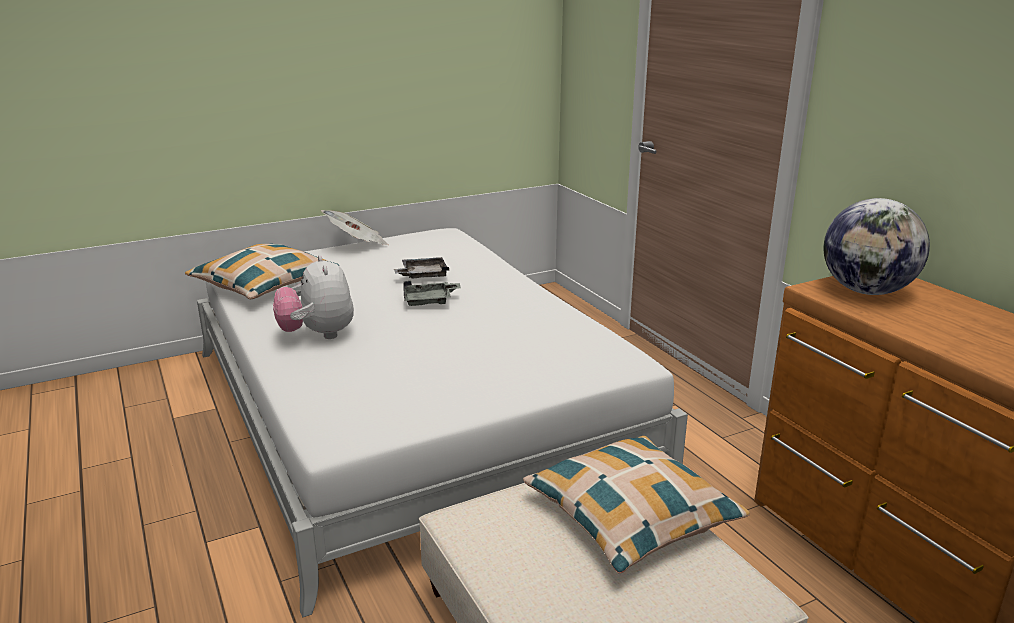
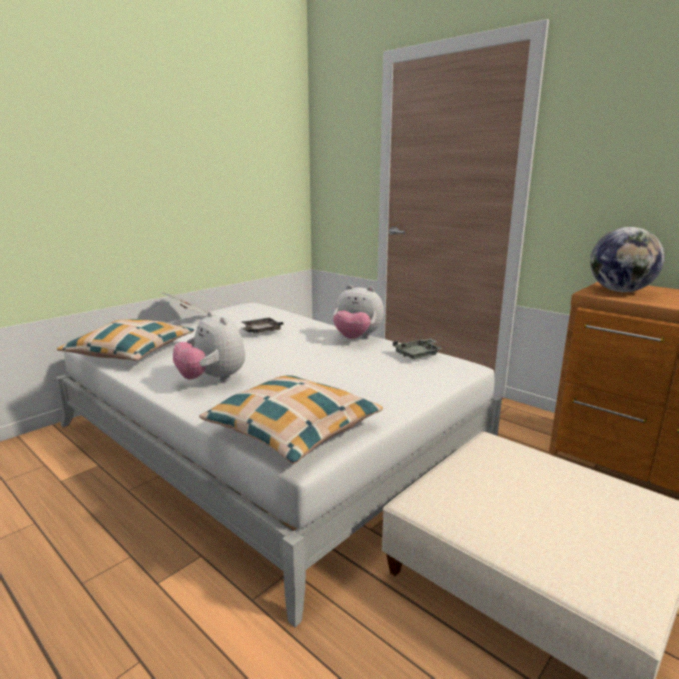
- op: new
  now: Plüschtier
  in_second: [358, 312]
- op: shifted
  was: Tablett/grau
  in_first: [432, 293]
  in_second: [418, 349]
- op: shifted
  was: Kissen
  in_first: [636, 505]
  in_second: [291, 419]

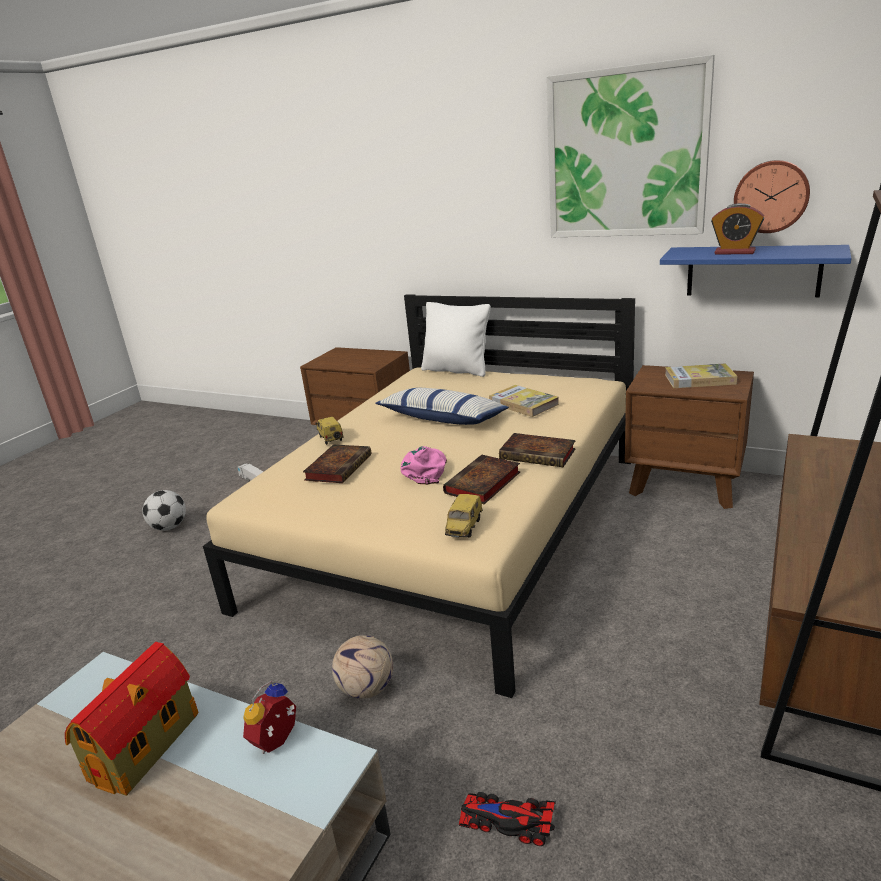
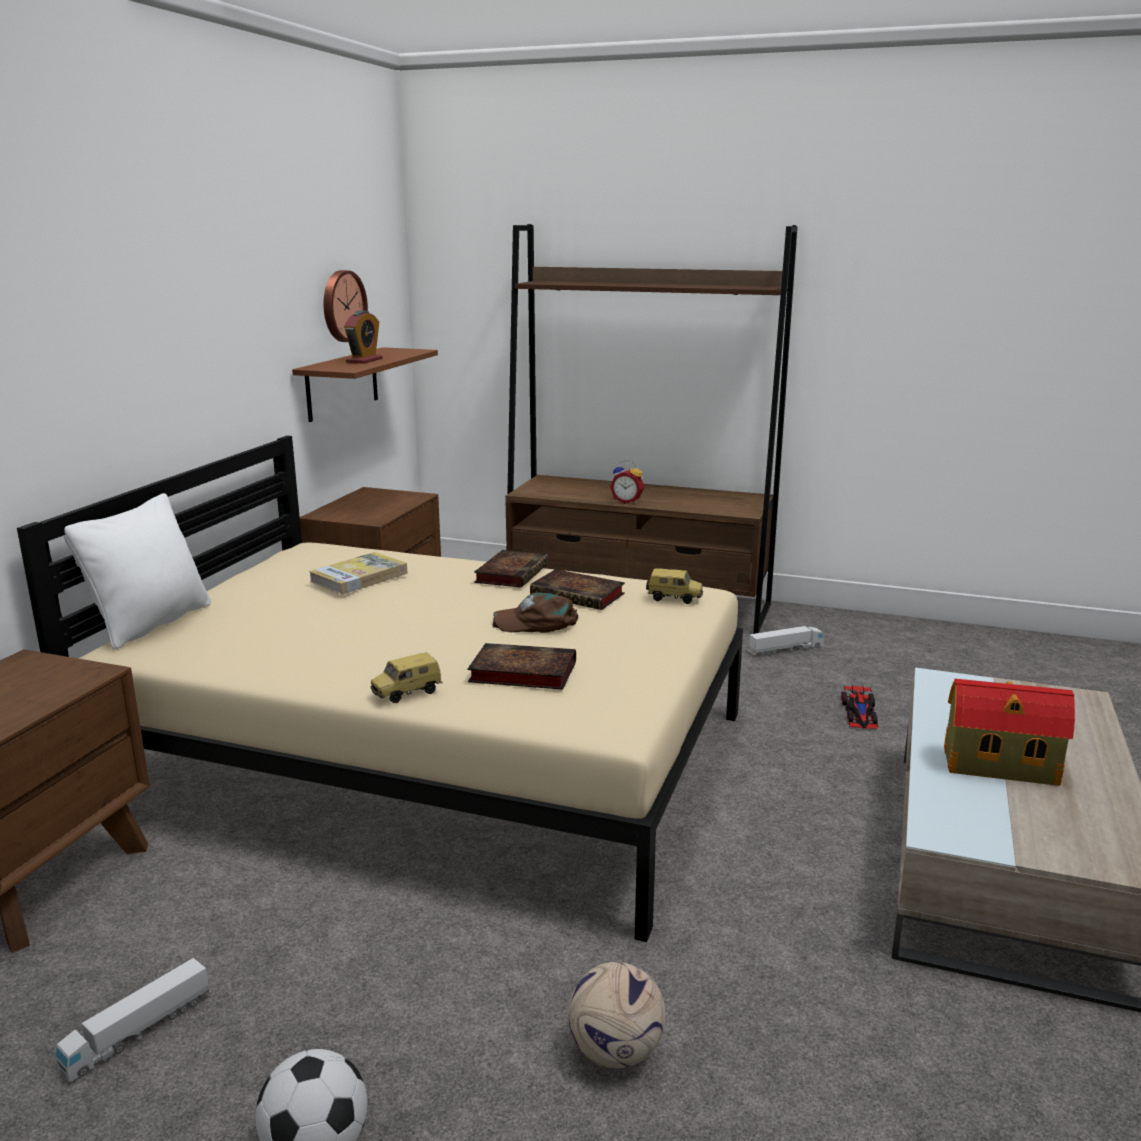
- op: gone
  was: Kissen
  in_first: [442, 406]
- op: gone
  was: Bild
  in_first: [630, 146]
- op: gone
  was: Buch
  in_first: [701, 375]
- op: new
  now: Spielzeuglaster
  in_second: [786, 641]
- op: shifted
  was: Wecker
  in_first: [269, 717]
  in_second: [627, 482]
- op: shifted
  was: Fußball
  in_first: [362, 667]
  in_second: [617, 1015]
- op: repainted
  was: Kappe/rosa
  now: Kappe/braun
  in_first: [424, 465]
  in_second: [535, 612]
- op: repainted
  was: Wandregal/blau
  now: Wandregal/braun
  in_first: [755, 271]
  in_second: [365, 384]

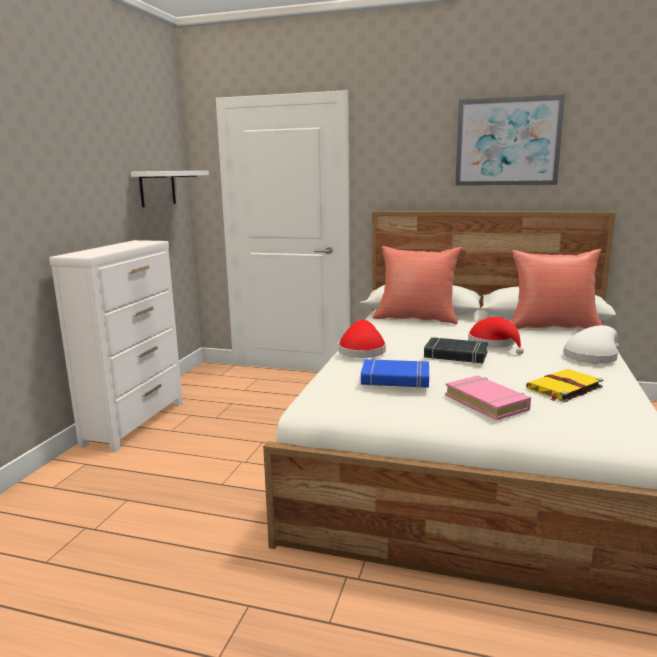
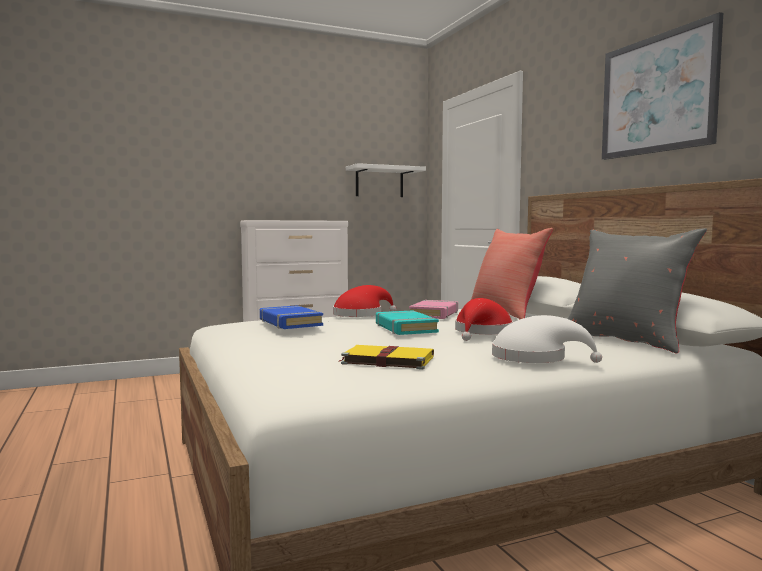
- op: shifted
  was: Buch/rosa
  in_first: [488, 398]
  in_second: [433, 309]
- op: repainted
  was: Buch/schwarz
  now: Buch/türkis
  in_first: [456, 350]
  in_second: [407, 322]
- op: repainted
  was: Kissen/rot
  now: Kissen/grau
  in_first: [557, 289]
  in_second: [637, 291]

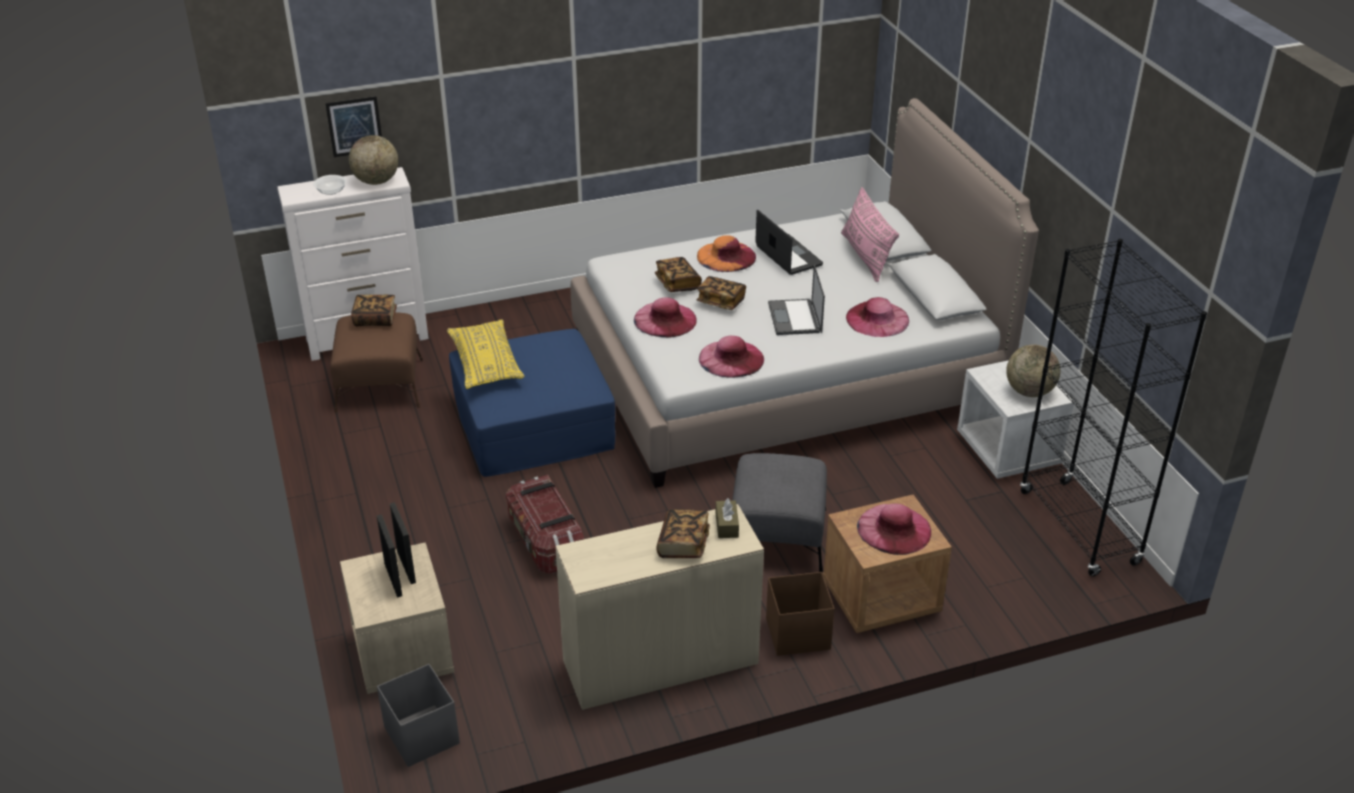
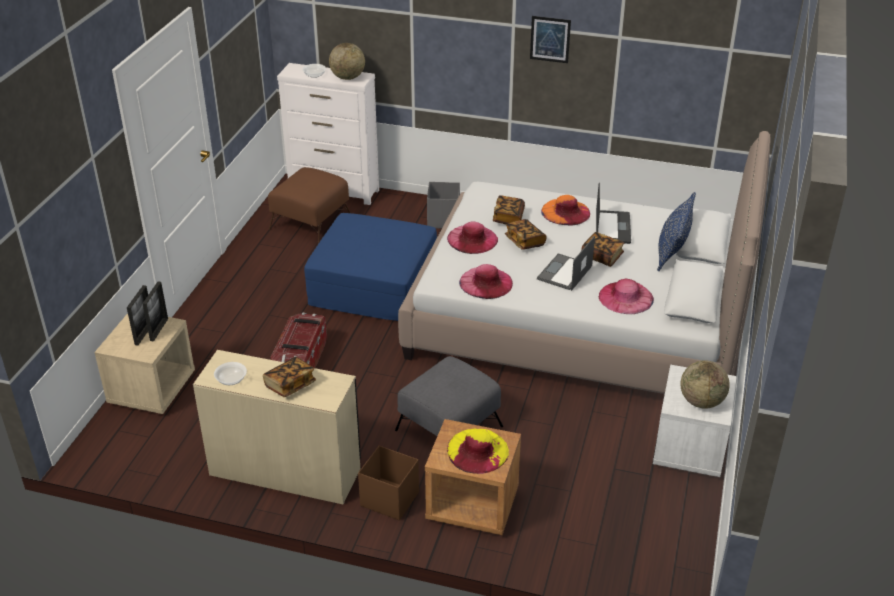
- op: gone
  was: Kissen/gelb
  in_first: [485, 354]
- op: gone
  was: Taschentuchbox/braun
  in_first: [727, 518]
- op: gone
  was: Bücherregal/schwarz
  in_first: [1113, 407]
- op: new
  now: Schüssel
  in_second: [230, 373]
- op: shifted
  was: Bild
  in_first: [353, 126]
  in_second: [550, 39]
- op: shifted
  was: Buch
  in_first: [374, 310]
  in_second: [602, 249]
- op: shifted
  was: Aufbewahrungsbox/grau
  in_first: [418, 715]
  in_second: [443, 205]
- op: repainted
  was: Kissen/rosa
  now: Kissen/blau
  in_first: [870, 234]
  in_second: [676, 231]
- op: repainted
  was: Hut/rosa
  now: Hut/gelb
  in_first: [894, 529]
  in_second: [478, 451]

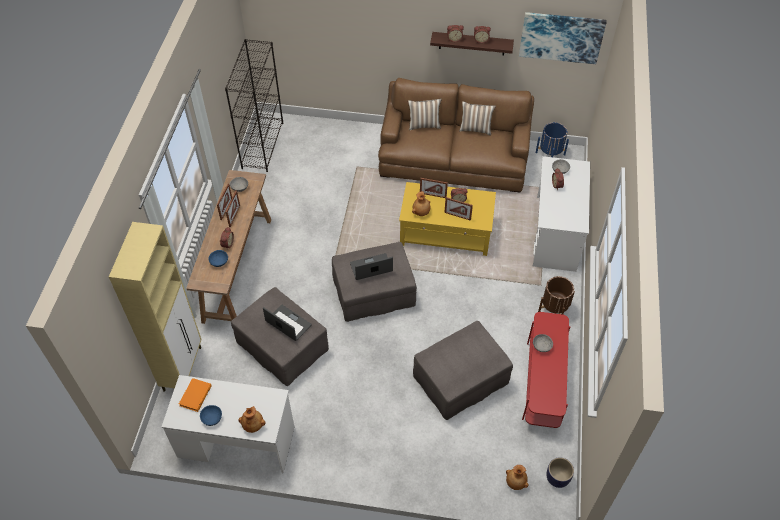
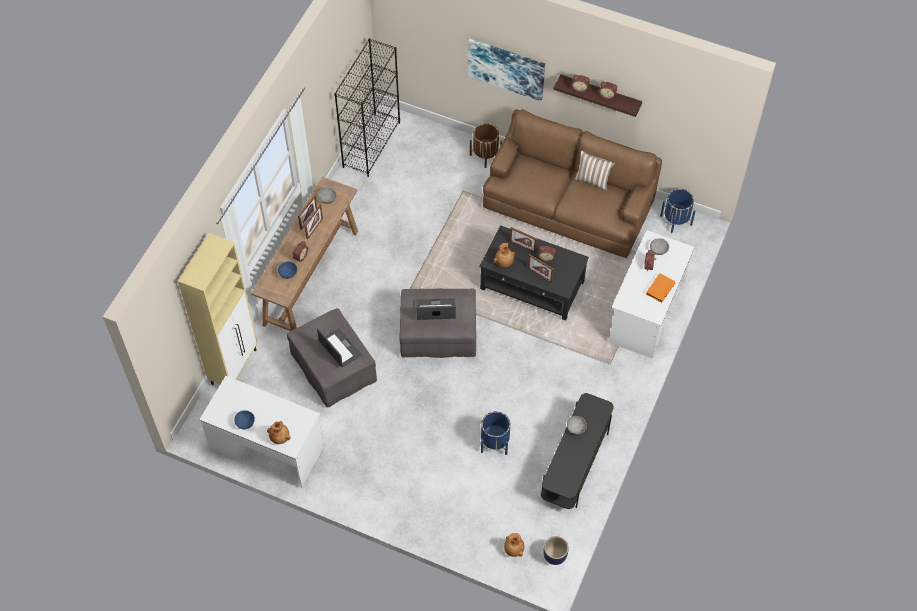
- op: gone
  was: Kissen
  in_first: [425, 114]
- op: shifted
  was: Buch/orange
  in_first: [195, 395]
  in_second: [661, 288]
- op: shifted
  was: Bild
  in_first: [563, 38]
  in_second: [506, 70]
- op: shifted
  was: Pflanzkübel/braun
  in_first: [556, 295]
  in_second: [486, 145]
- op: swapped
  was: Polsterhocker/grau
  now: Pflanzkübel/blau
  in_first: [463, 370]
  in_second: [495, 433]
- op: repainted
  was: Couchtisch/gelb
  now: Couchtisch/schwarz
  in_first: [447, 219]
  in_second: [534, 273]
- op: repainted
  was: Fernsehschrank/rot
  now: Fernsehschrank/grau
  in_first: [546, 370]
  in_second: [577, 451]

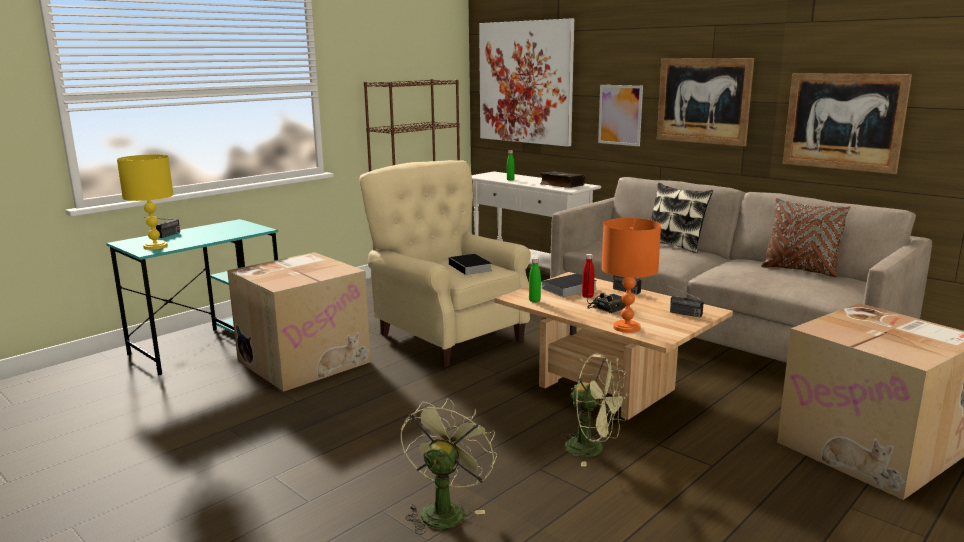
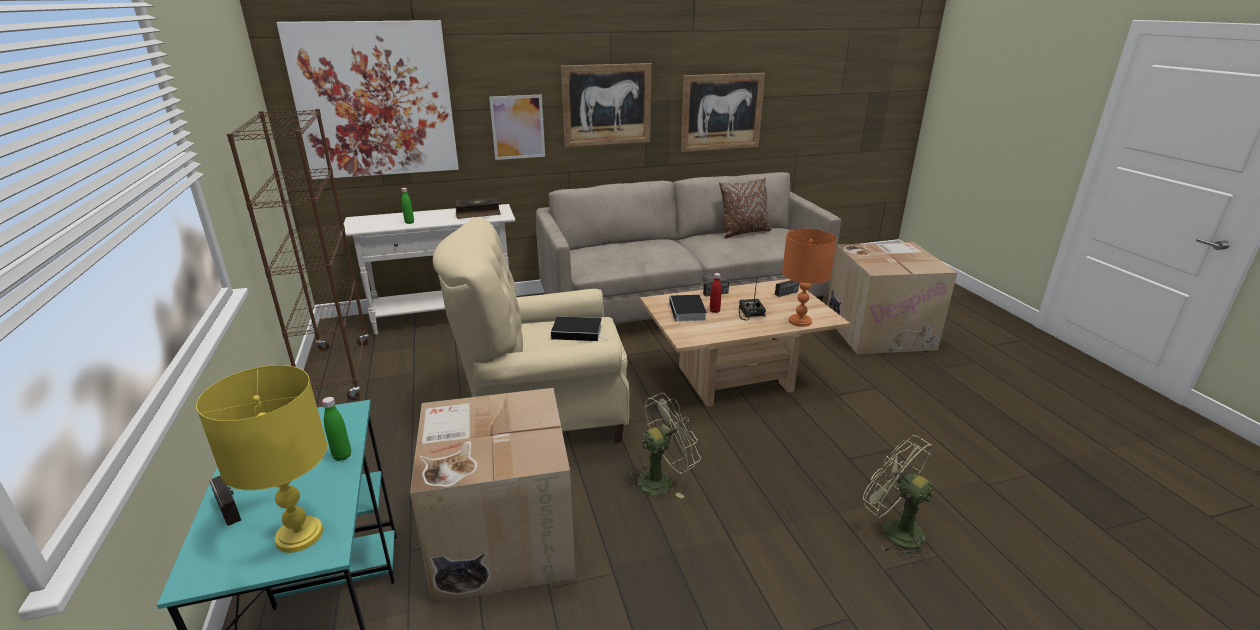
- op: gone
  was: Kissen
  in_first: [682, 218]
- op: shifted
  was: Flasche/grün
  in_first: [535, 280]
  in_second: [336, 429]
- op: shifted
  was: Ventilator/grün
  in_first: [594, 410]
  in_second: [663, 446]

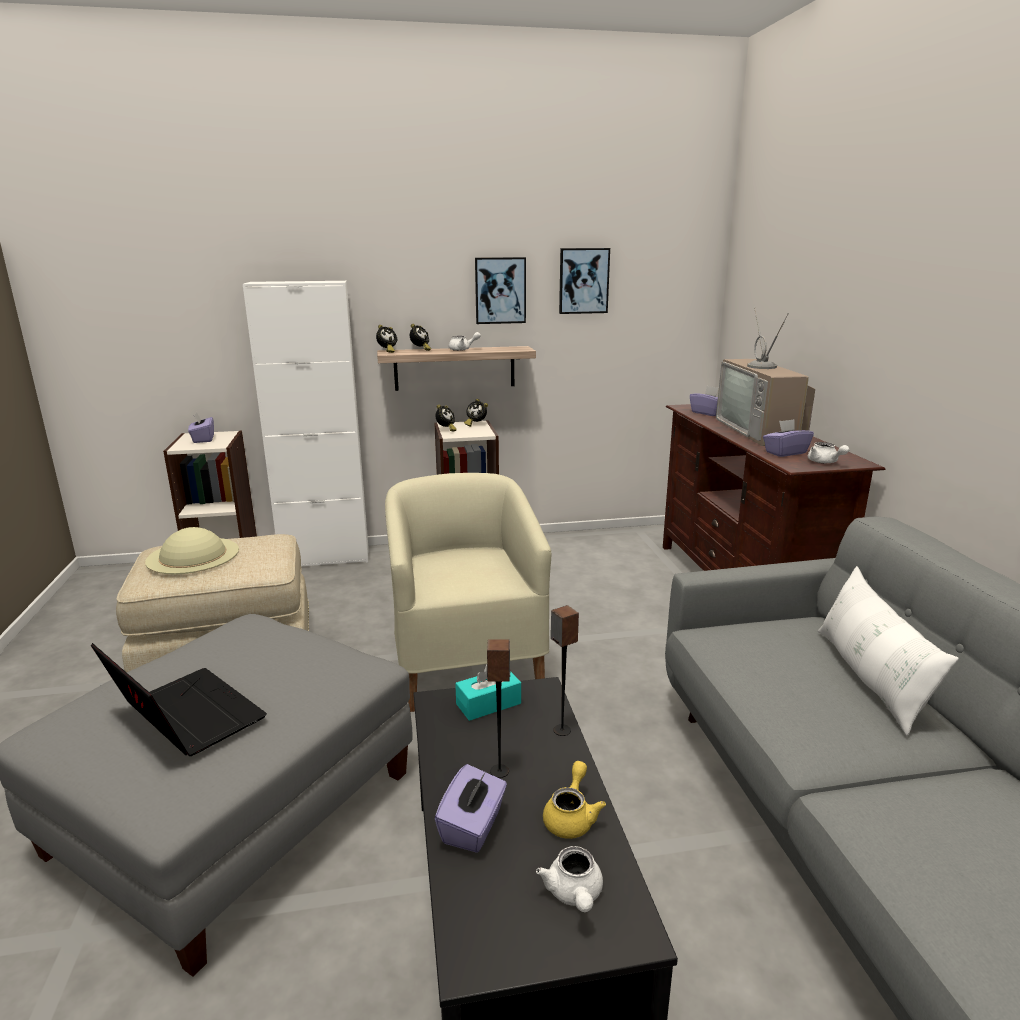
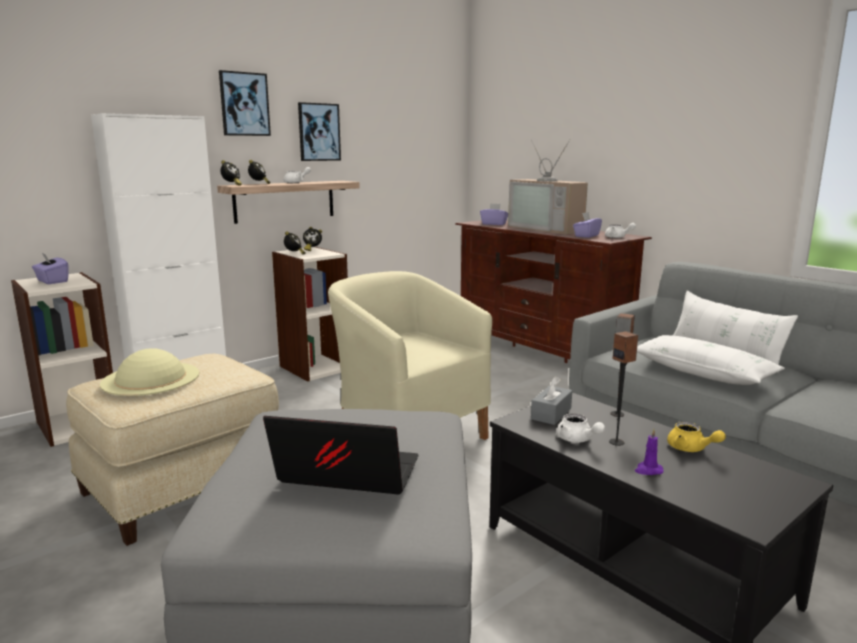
- op: new
  now: Kissen/weiß
  in_second: [711, 360]
- op: shifted
  was: Teekanne/weiß
  in_first: [569, 879]
  in_second: [581, 428]
- op: shifted
  was: Bild
  in_first: [584, 281]
  in_second: [245, 103]
- op: swapped
  was: Taschentuchbox/lila
  now: Kerze/lila
  in_first: [471, 808]
  in_second: [649, 452]
- op: repainted
  was: Taschentuchbox/türkis
  now: Taschentuchbox/grau
  in_first: [488, 692]
  in_second: [551, 400]
- op: rotated
  was: Teekanne/gelb
  in_first: [574, 800]
  in_second: [696, 437]
  clockwise: 150

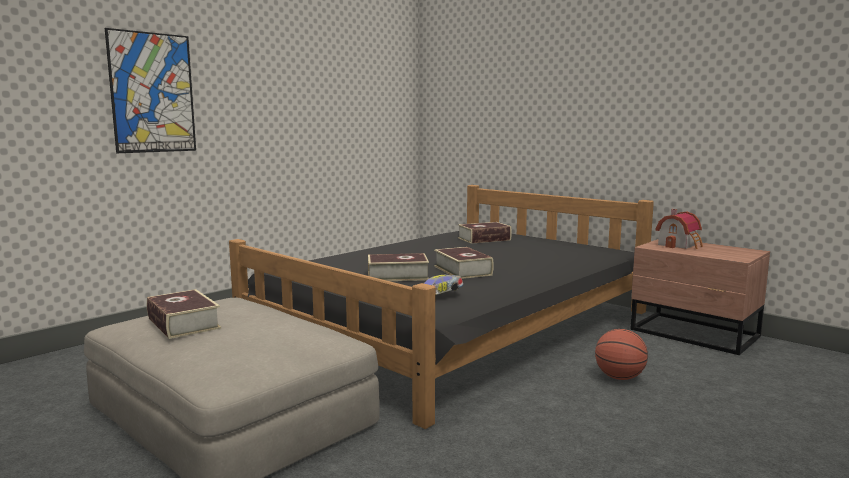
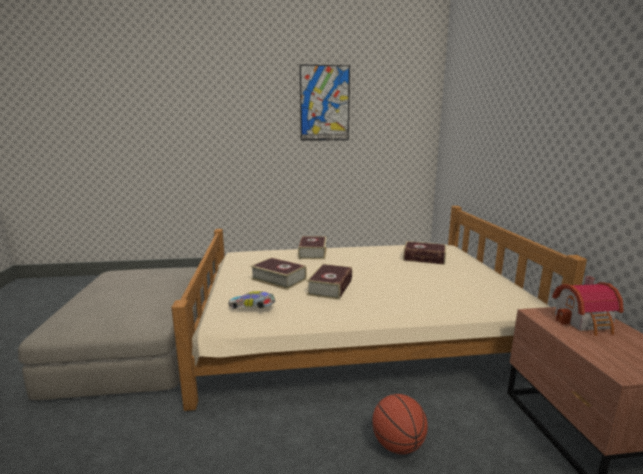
- op: shifted
  was: Bild
  in_first: [150, 90]
  in_second: [325, 102]
- op: shifted
  was: Buch
  in_first: [184, 314]
  in_second: [312, 247]
- op: repainted
  was: Bett/schwarz
  now: Bett/beige
  in_first: [441, 307]
  in_second: [379, 308]

